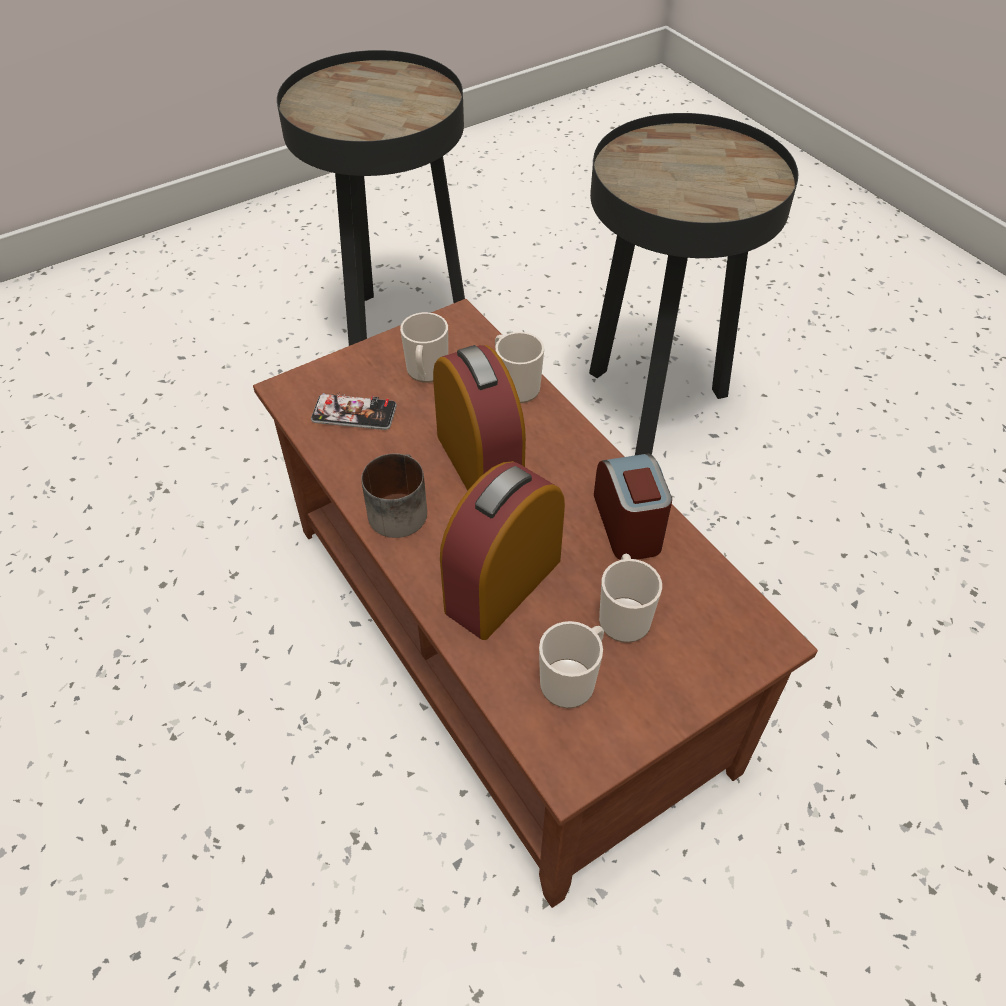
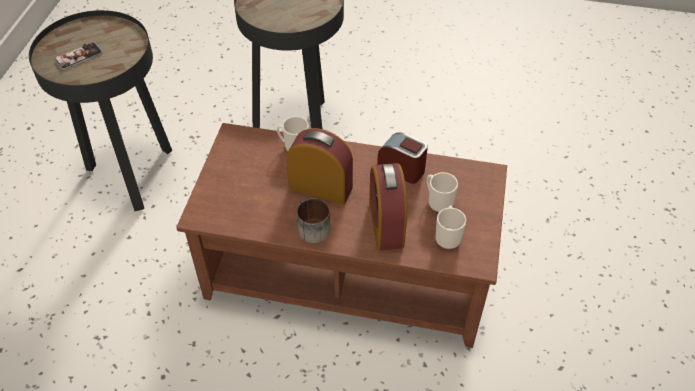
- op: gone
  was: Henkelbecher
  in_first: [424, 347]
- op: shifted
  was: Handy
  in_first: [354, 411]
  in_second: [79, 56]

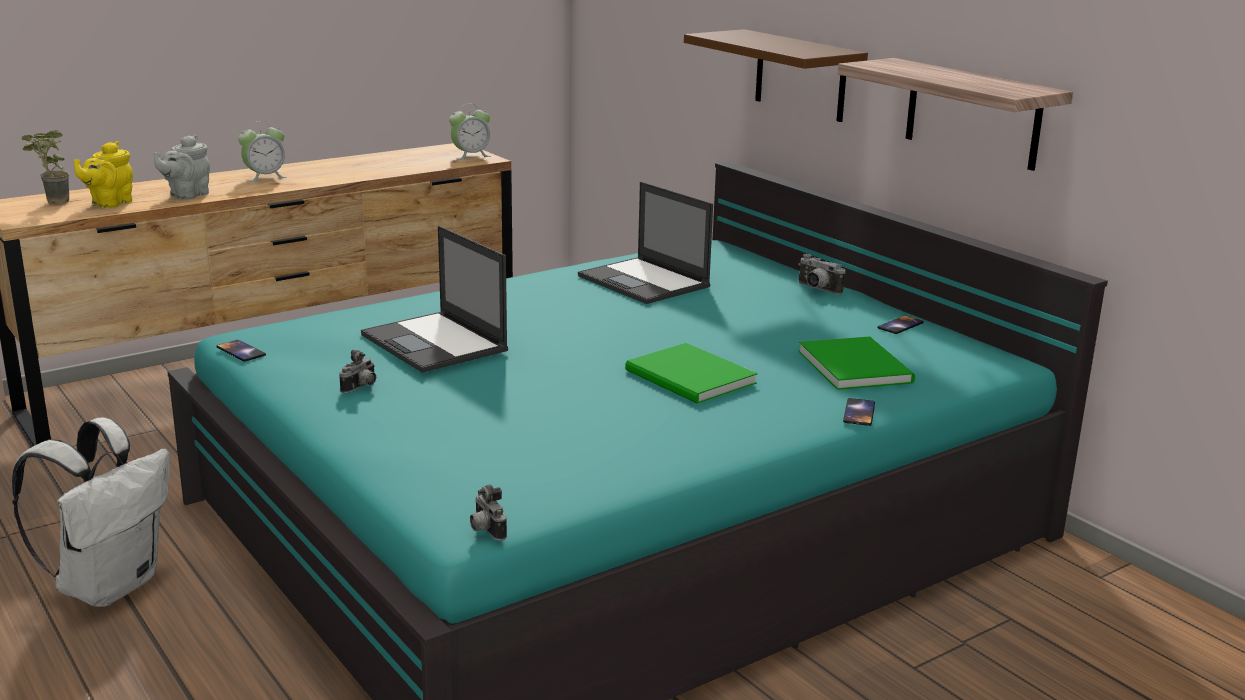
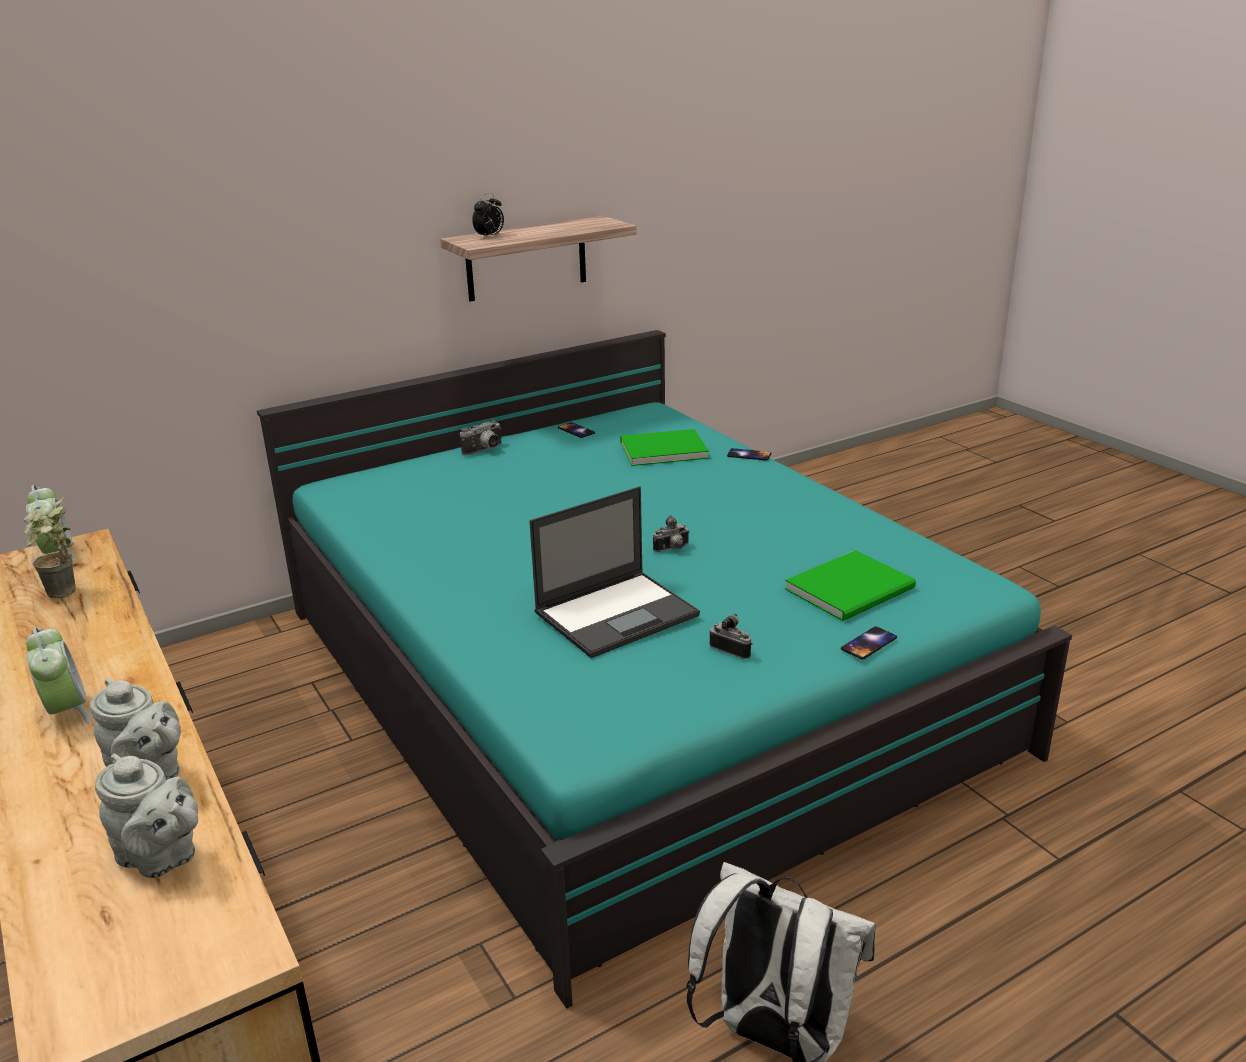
- op: gone
  was: Laptop
  in_first: [645, 243]
- op: gone
  was: Wandregal/braun
  in_first: [776, 75]
- op: new
  now: Wecker
  in_second: [488, 216]
- op: shifted
  was: Topfpflanze
  in_first: [45, 167]
  in_second: [50, 546]
- op: shifted
  was: Handy
  in_first: [241, 351]
  in_second: [869, 643]
- op: shifted
  was: Kamera
  in_first: [488, 513]
  in_second: [671, 533]
- op: shifted
  was: Buch/grün
  in_first: [691, 373]
  in_second: [850, 585]
- op: repainted
  was: Teekanne/gelb
  now: Teekanne/grau
  in_first: [103, 174]
  in_second: [146, 816]

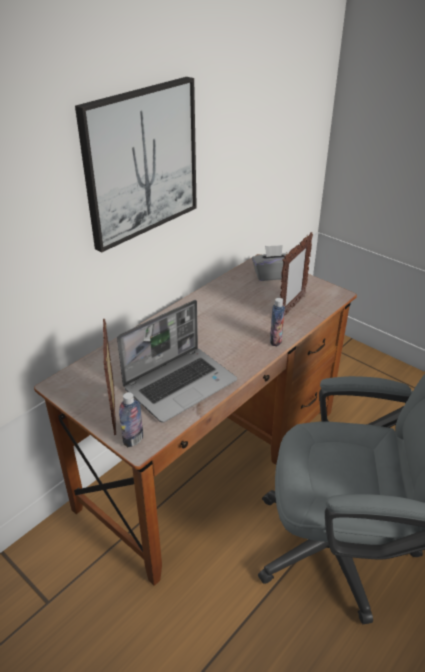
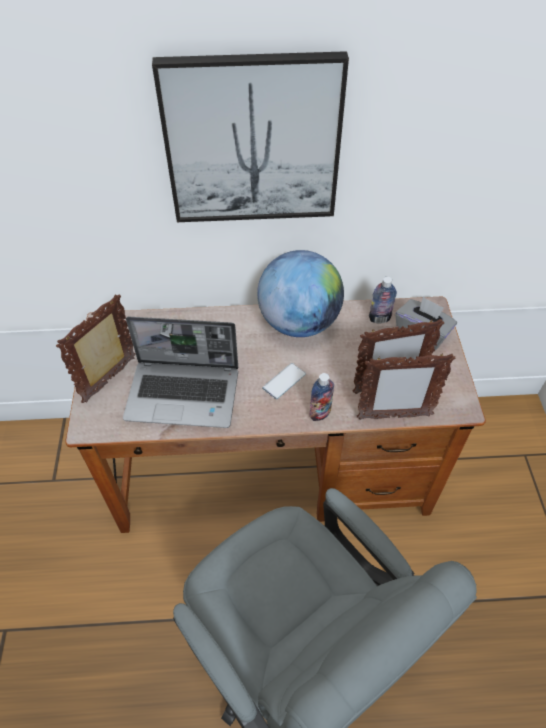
- op: new
  now: Globus
  in_second: [300, 293]
- op: new
  now: Handy
  in_second: [284, 381]
- op: new
  now: Bilderrahmen
  in_second: [406, 386]
- op: shifted
  was: Flasche
  in_first: [131, 419]
  in_second: [383, 300]

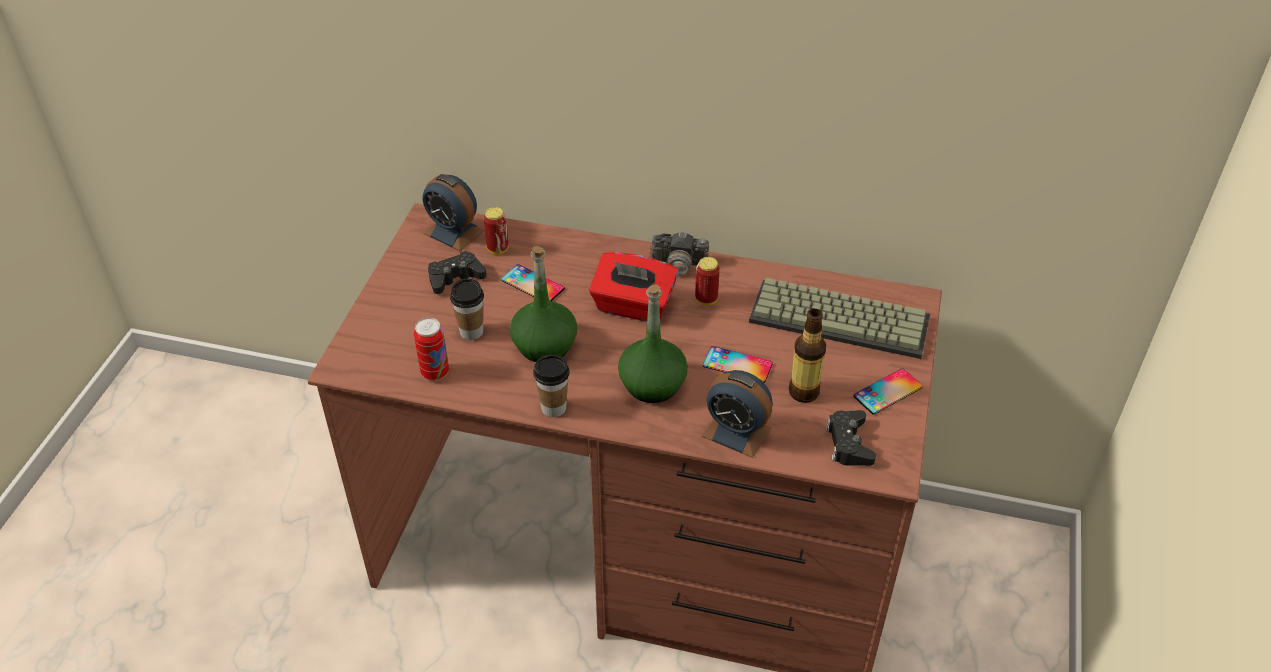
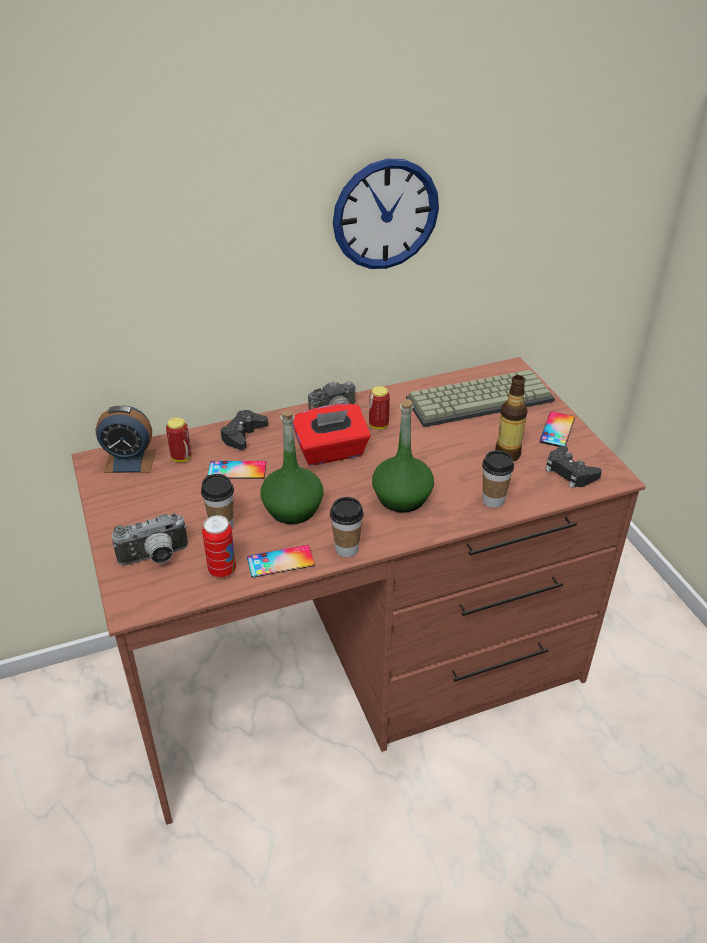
- op: new
  now: Kamera
  in_second: [149, 539]
- op: new
  now: Wanduhr
  in_second: [386, 214]
- op: shifted
  was: Gamepad/schwarz
  in_first: [457, 272]
  in_second: [244, 430]
- op: shifted
  was: Handy
  in_first: [738, 364]
  in_second: [281, 561]
- op: swapped
  was: Wecker
  now: Tasse
  in_first: [737, 414]
  in_second: [498, 479]

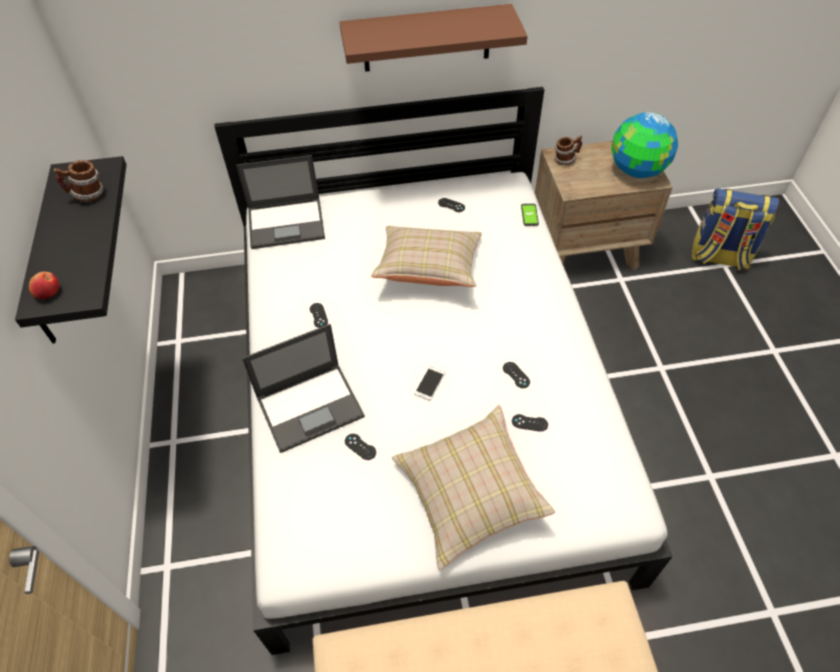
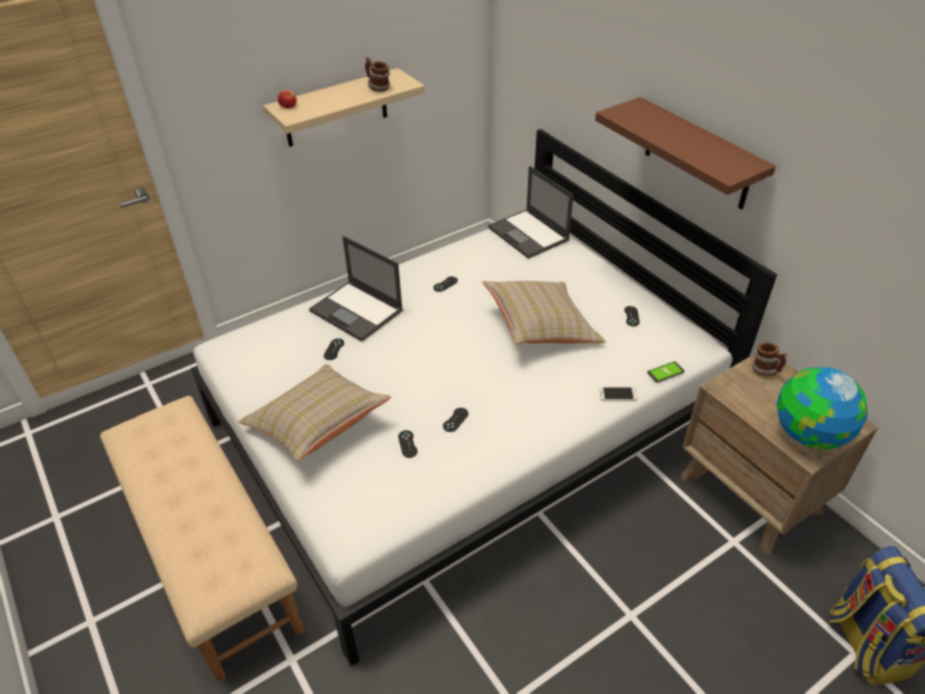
- op: shifted
  was: Handy
  in_first: [429, 383]
  in_second: [618, 394]
- op: repainted
  was: Wandregal/schwarz
  now: Wandregal/beige
  in_first: [71, 250]
  in_second: [344, 107]

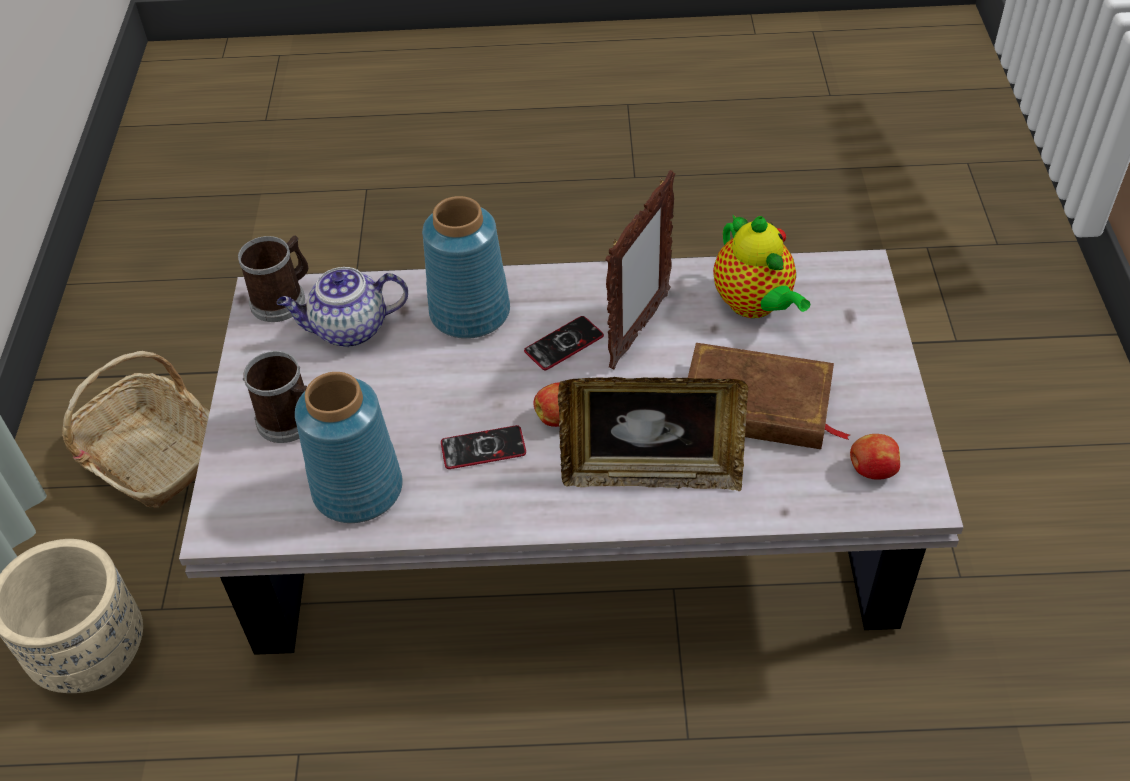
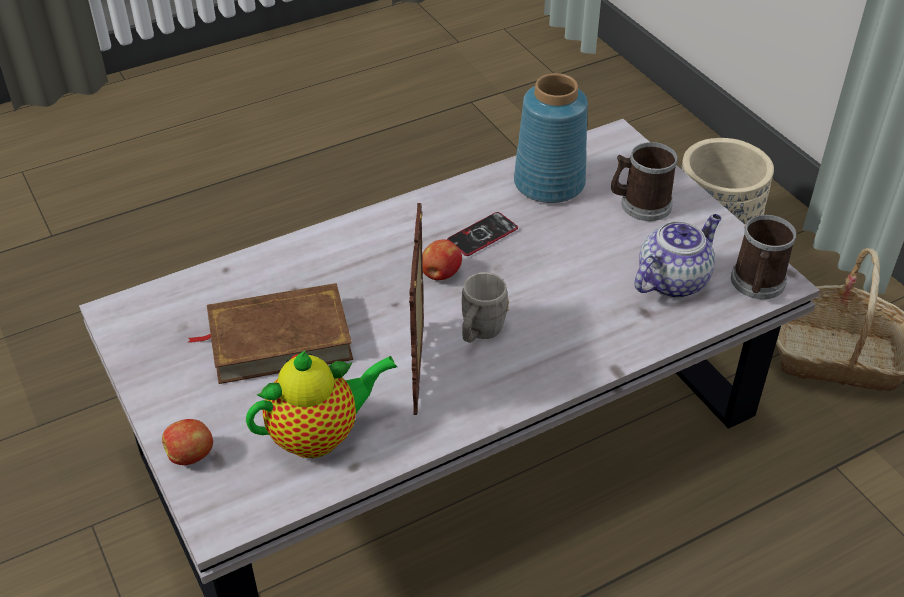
- op: gone
  was: Vase/blau
  in_first: [466, 267]
- op: gone
  was: Bilderrahmen
  in_first: [653, 434]
- op: shifted
  was: Apfel
  in_first: [875, 457]
  in_second: [187, 442]
- op: swapped
  was: Handy
  now: Henkelbecher/grau
  in_first: [564, 343]
  in_second: [485, 307]
- op: rotated
  was: Teekanne
  in_first: [761, 266]
  in_second: [321, 404]
  clockwise: 120

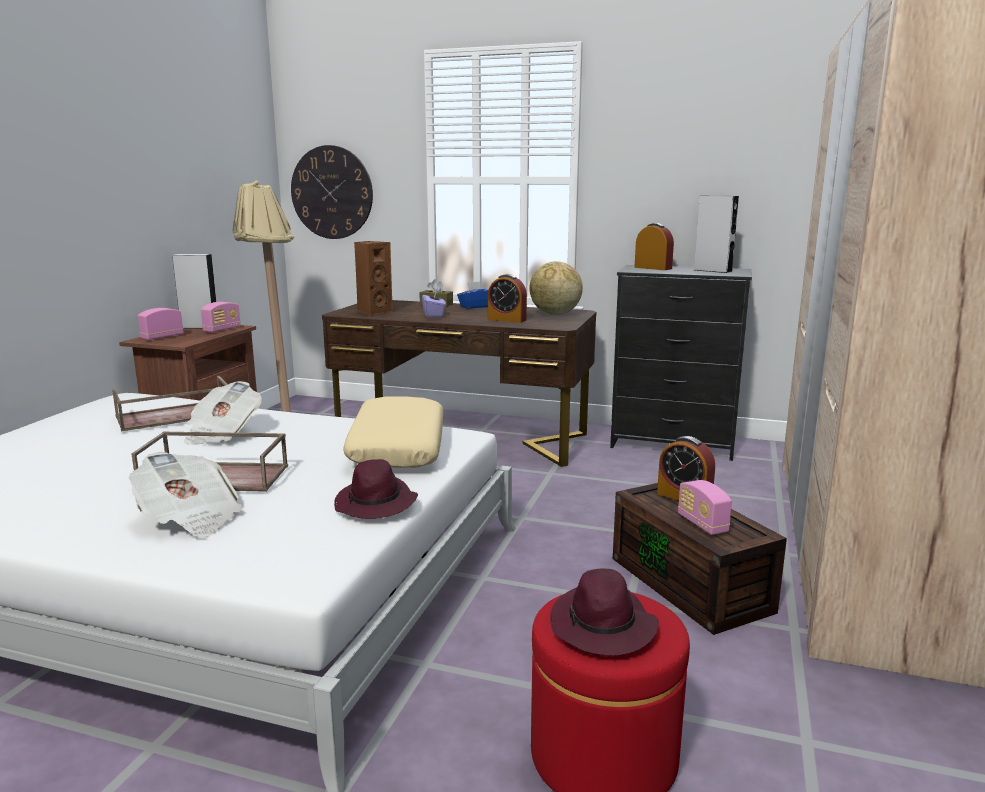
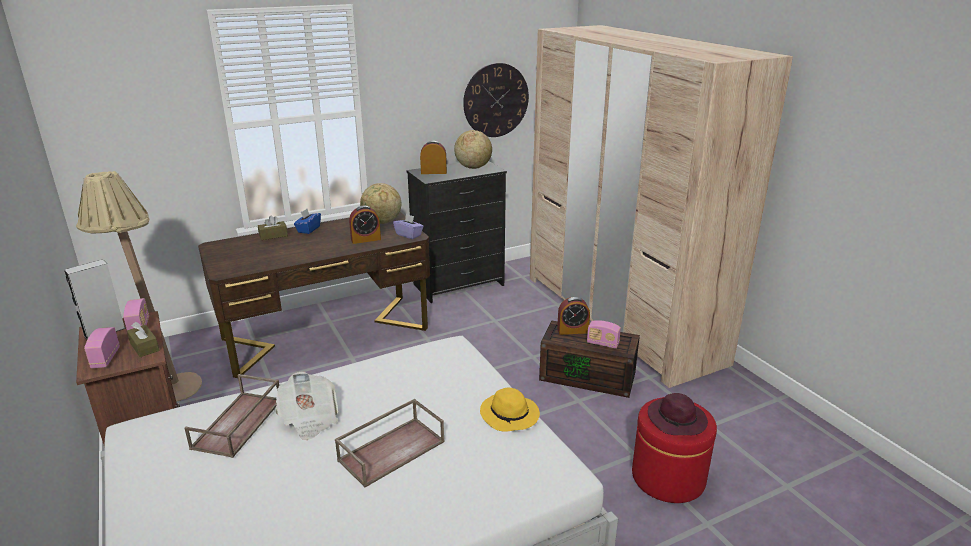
- op: gone
  was: Zeitung
  in_first: [186, 494]
- op: gone
  was: Kissen/beige
  in_first: [393, 432]
- op: gone
  was: Lautsprecher/braun
  in_first: [373, 278]
- op: new
  now: Taschentuchbox/braun
  in_second: [143, 339]
- op: shifted
  was: Wanduhr
  in_first: [332, 192]
  in_second: [496, 100]
- op: shifted
  was: Taschentuchbox/lila
  in_first: [434, 303]
  in_second: [408, 226]
- op: swapped
  was: Lautsprecher/grau
  now: Globus
  in_first: [716, 234]
  in_second: [473, 149]
- op: repainted
  was: Hut/lila
  now: Hut/gelb
  in_first: [376, 489]
  in_second: [510, 409]

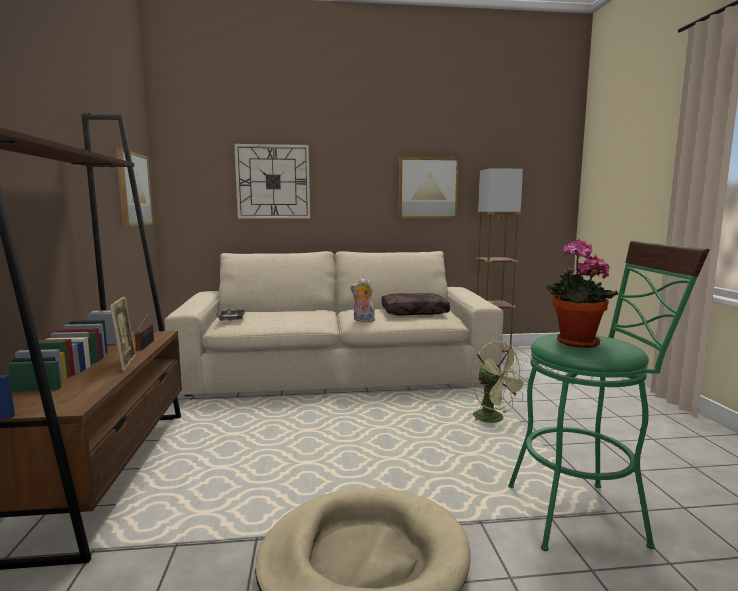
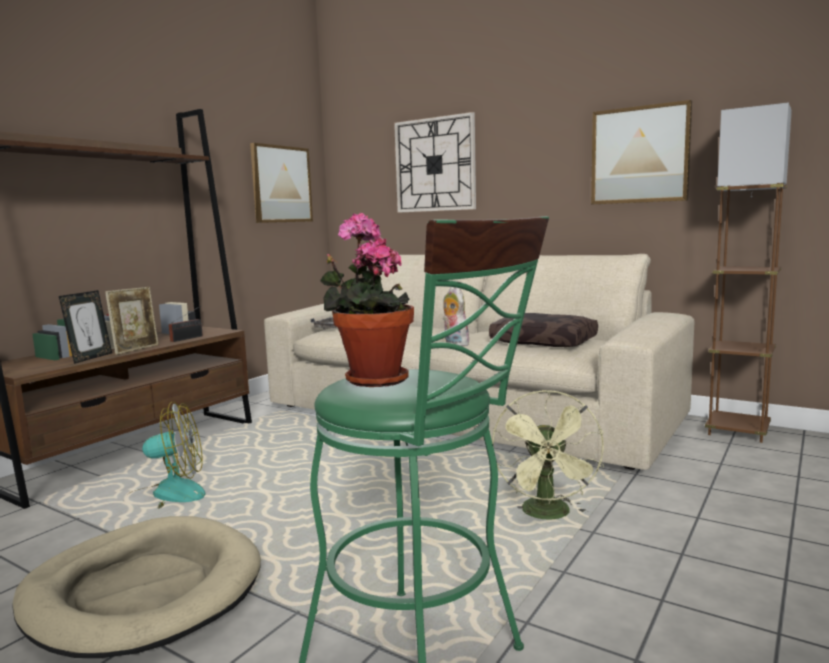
- op: new
  now: Bilderrahmen
  in_second: [85, 327]
- op: new
  now: Ventilator
  in_second: [167, 455]

